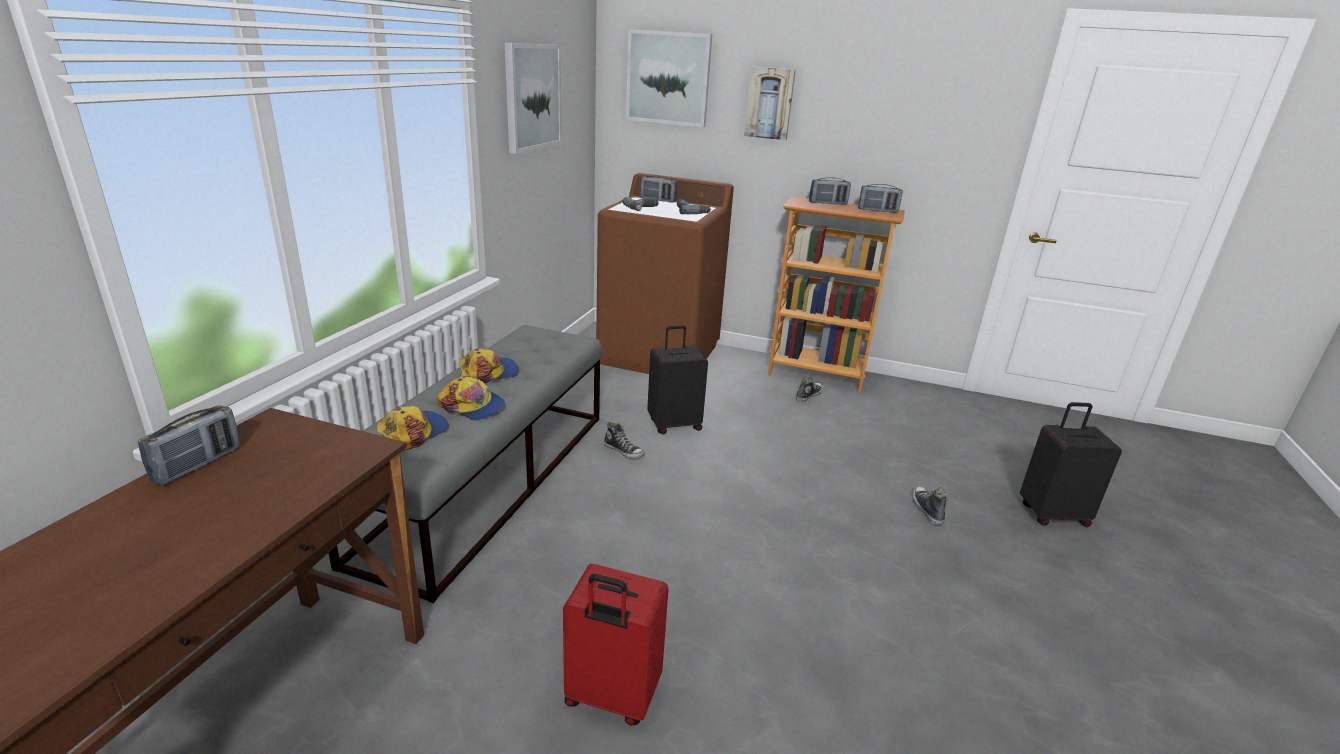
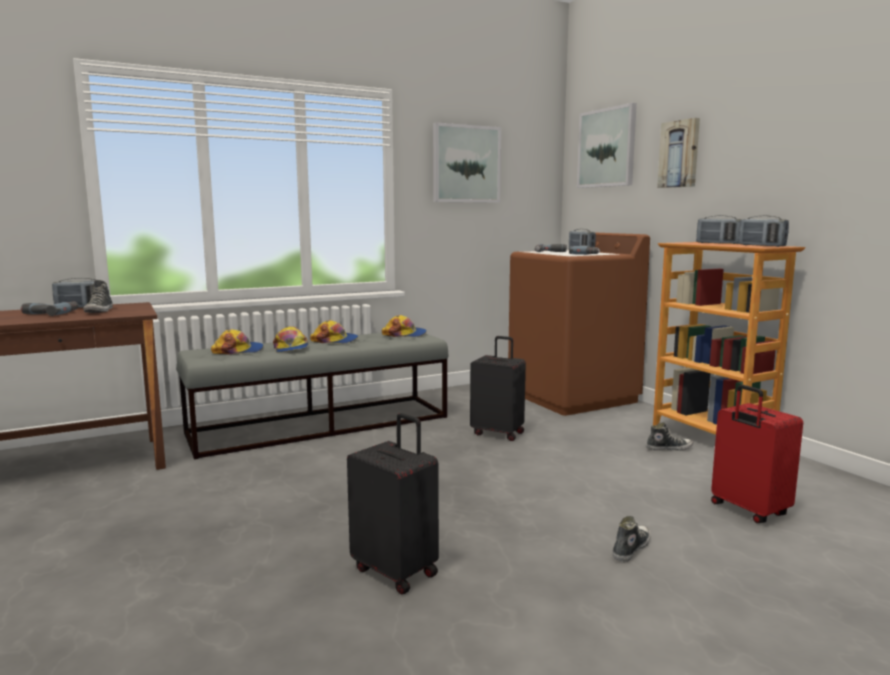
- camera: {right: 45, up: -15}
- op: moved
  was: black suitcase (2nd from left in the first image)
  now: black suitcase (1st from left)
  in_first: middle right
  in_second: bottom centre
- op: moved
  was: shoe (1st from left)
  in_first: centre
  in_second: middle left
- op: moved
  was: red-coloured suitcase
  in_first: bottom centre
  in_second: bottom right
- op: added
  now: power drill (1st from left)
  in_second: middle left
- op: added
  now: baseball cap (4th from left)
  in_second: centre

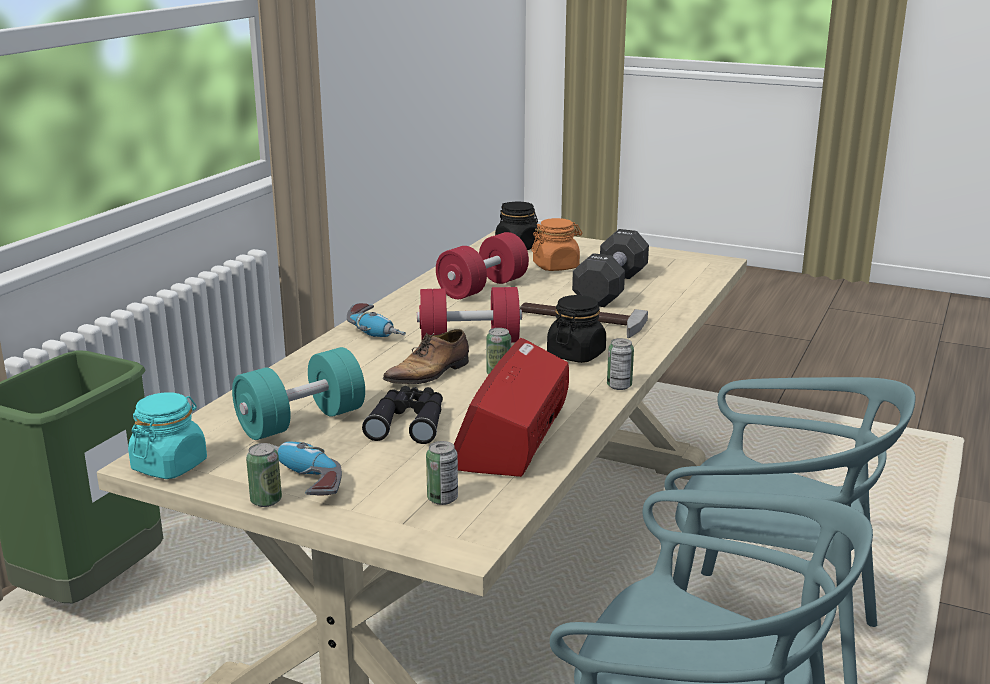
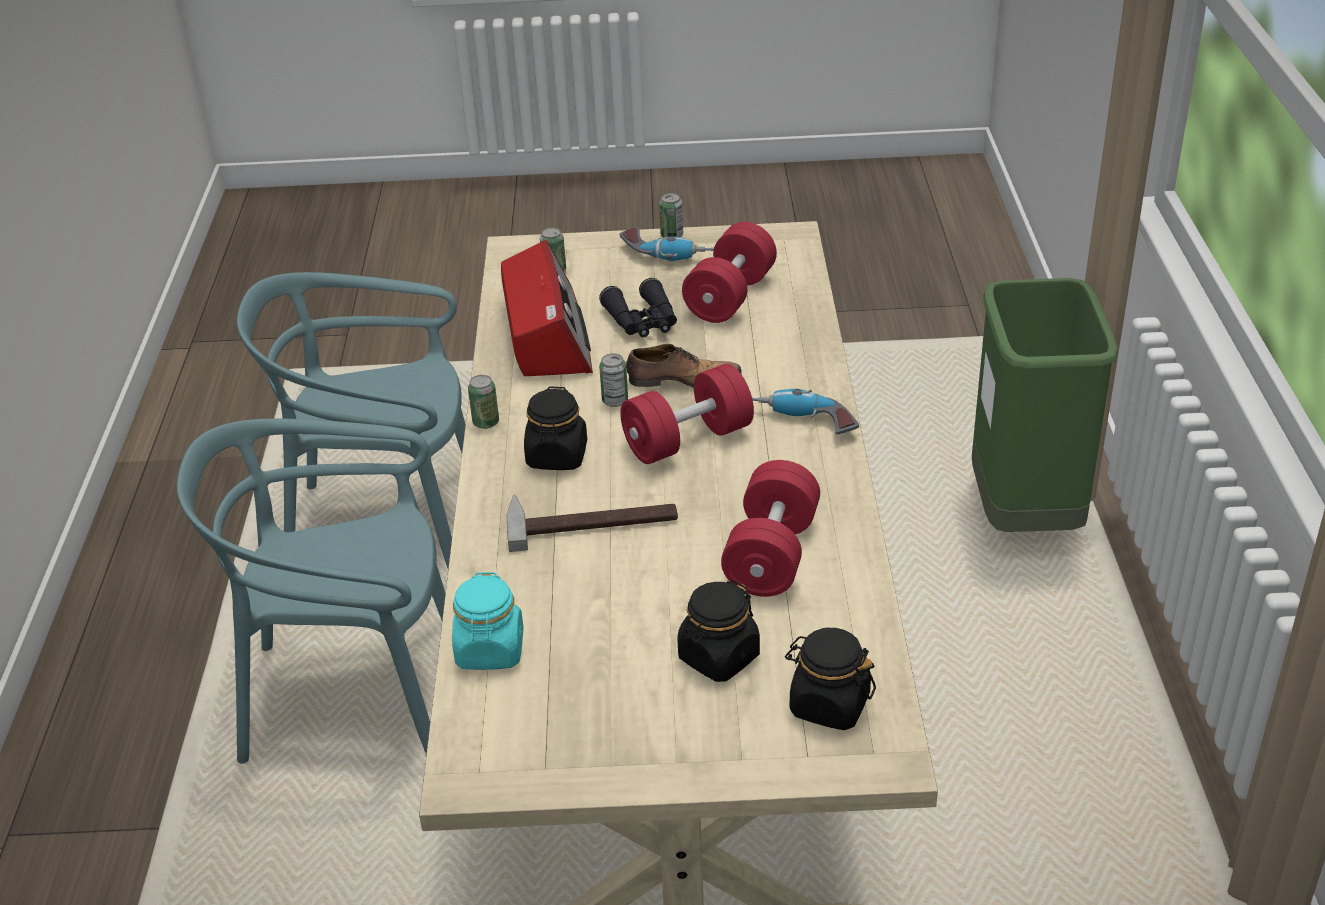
- camera: {right: 155, up: 15}
- op: recoloured
  was: orange-coloured storage jar
  now: black storage jar (2nd from left)
  in_first: centre
  in_second: bottom centre
- op: removed
  was: black free weight
  in_first: centre
- op: turned
  was: shoe
  in_first: centre
  in_second: centre
  clockwise: 75
- op: recoloured
  was: blue-green free weight
  now: red-coloured free weight (2nd from left)
  in_first: middle left
  in_second: top centre
- op: moved
  was: blue-green storage jar
  in_first: middle left
  in_second: bottom centre

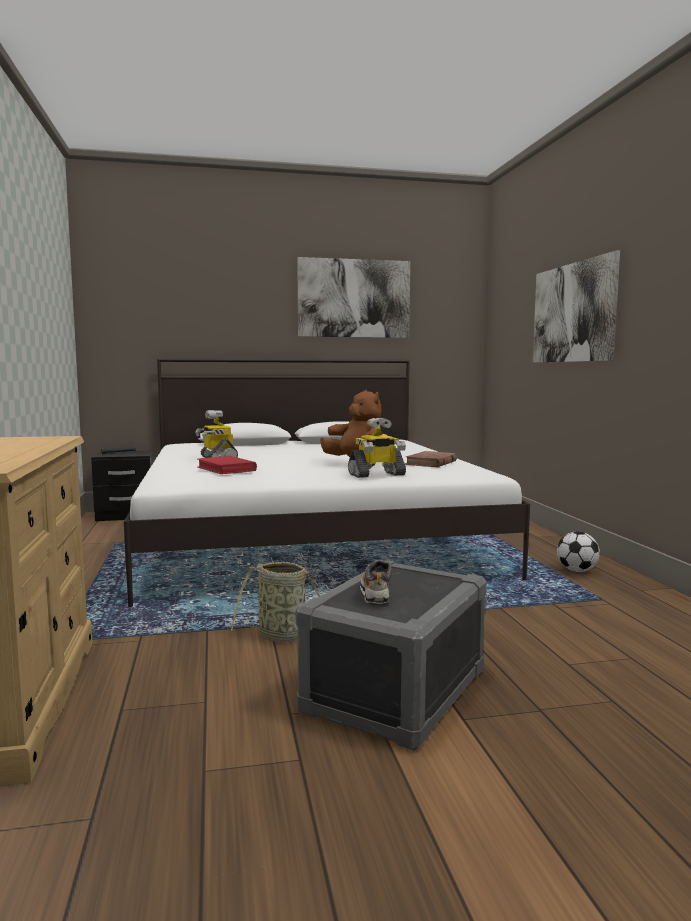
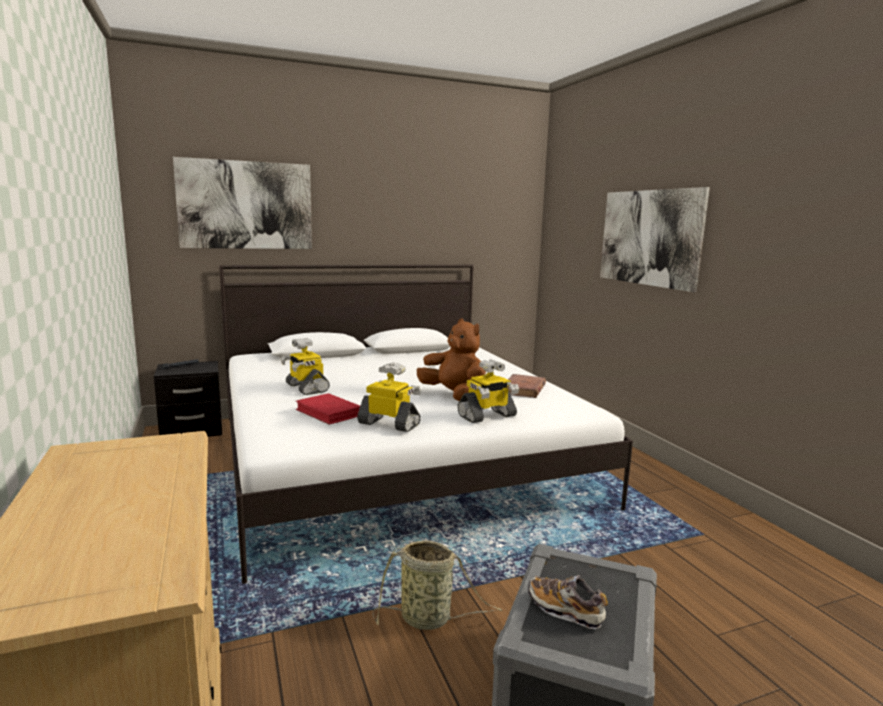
- camera: {right: -10, up: 5}
- op: moved
  was: wall art (1st from left)
  in_first: top centre
  in_second: top left
- op: removed
  was: football
  in_first: middle right
- op: turned
  was: shoe
  in_first: centre
  in_second: bottom centre
  clockwise: -45
- op: added
  now: model robot (2nd from left)
  in_second: centre

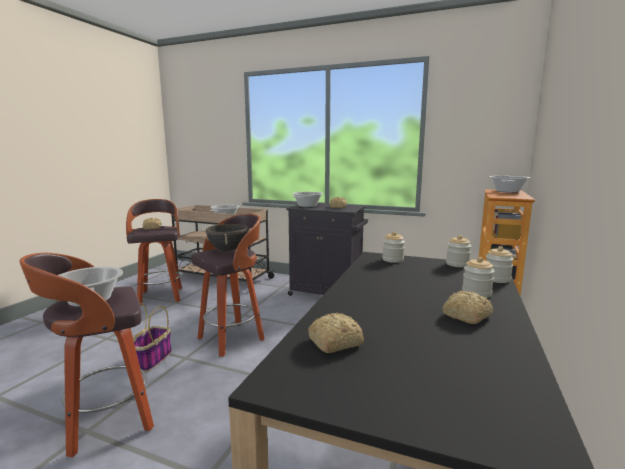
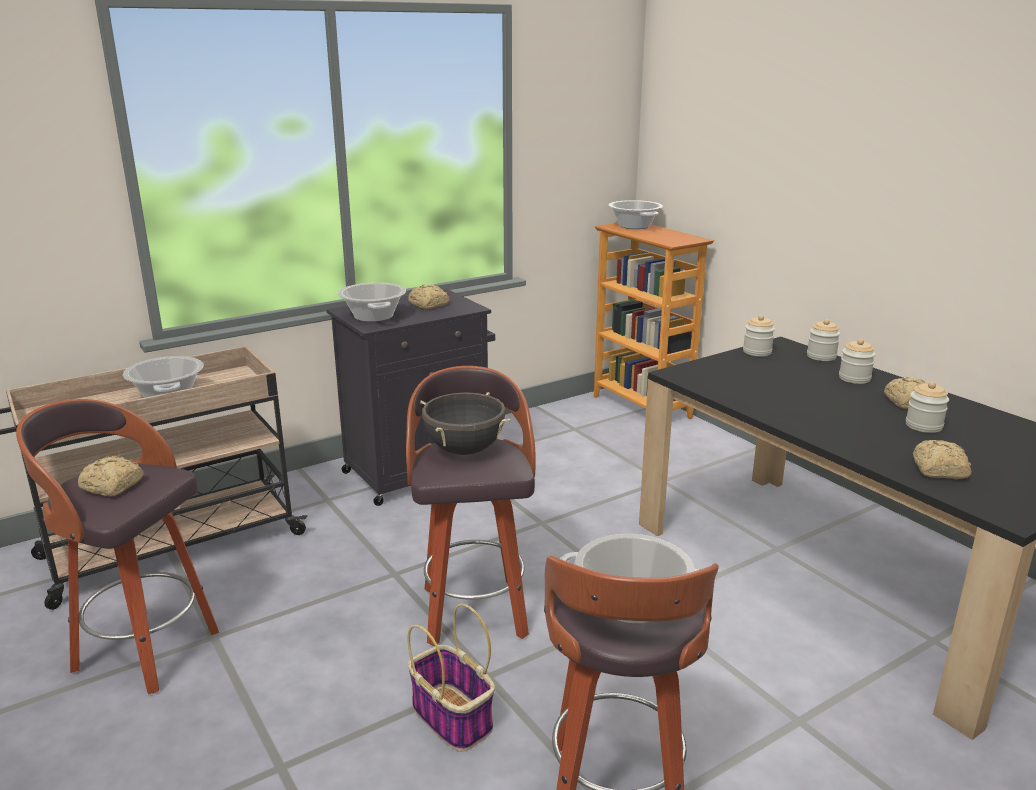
- camera: {right: -55, up: 10}
- op: moved
  was: storage jar (1st from left in the first image)
  now: storage jar (4th from left)
  in_first: centre
  in_second: middle right

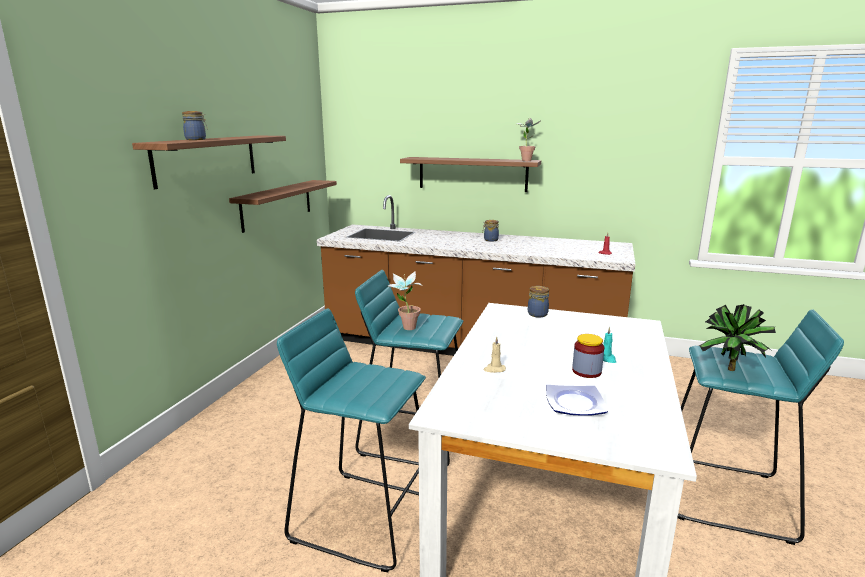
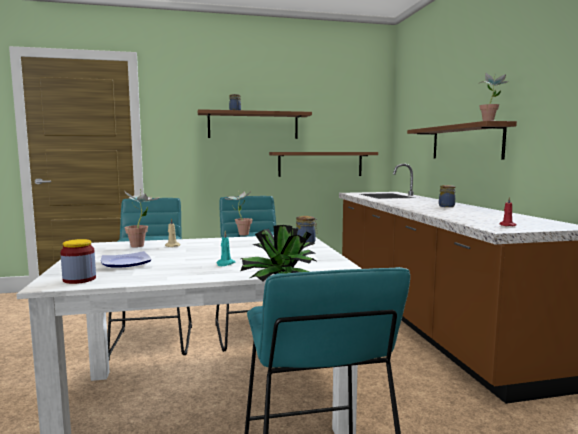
- camera: {right: 60, up: -10}
- op: moved
  was: storage jar (4th from left in the first image)
  now: storage jar (1st from left)
  in_first: middle right
  in_second: middle left
- op: added
  now: potted plant (1st from left)
  in_second: middle left

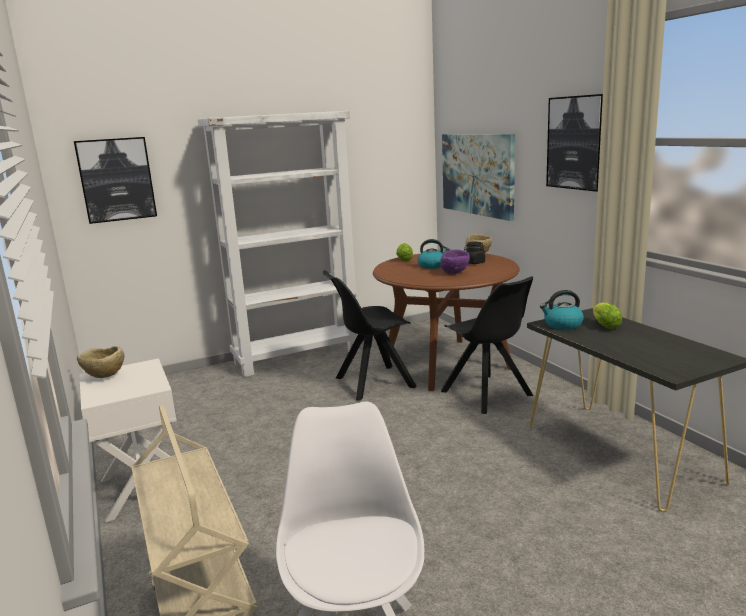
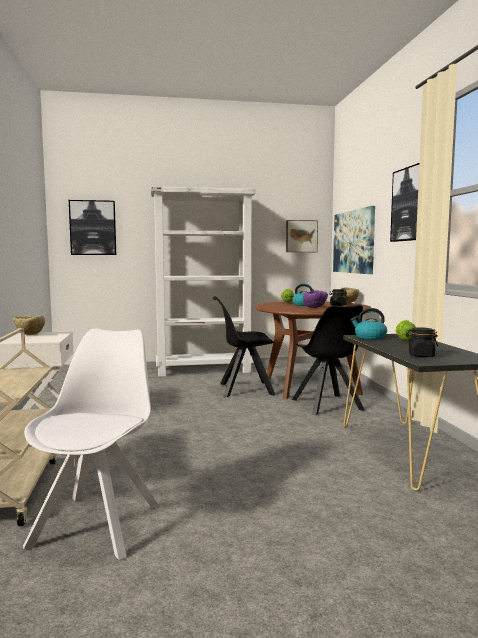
- camera: {right: 15, up: -10}
- op: added
  now: wall art (2nd from left)
  in_second: centre
- op: added
  now: black storage jar (2nd from left)
  in_second: middle right

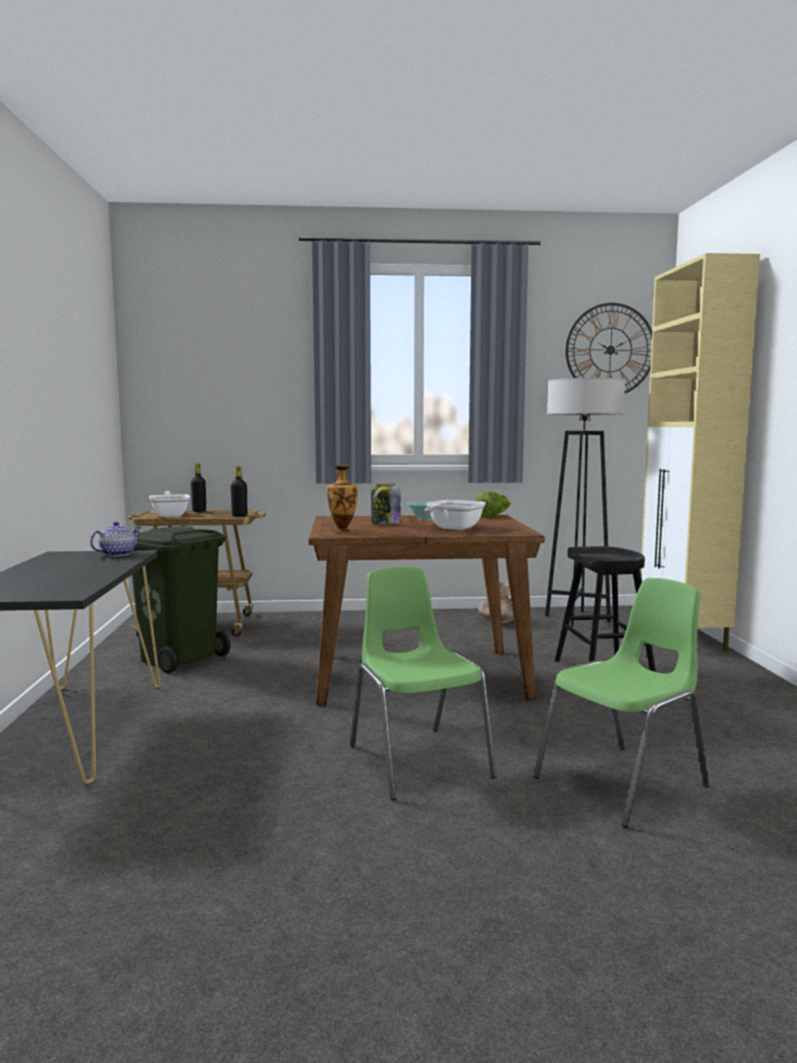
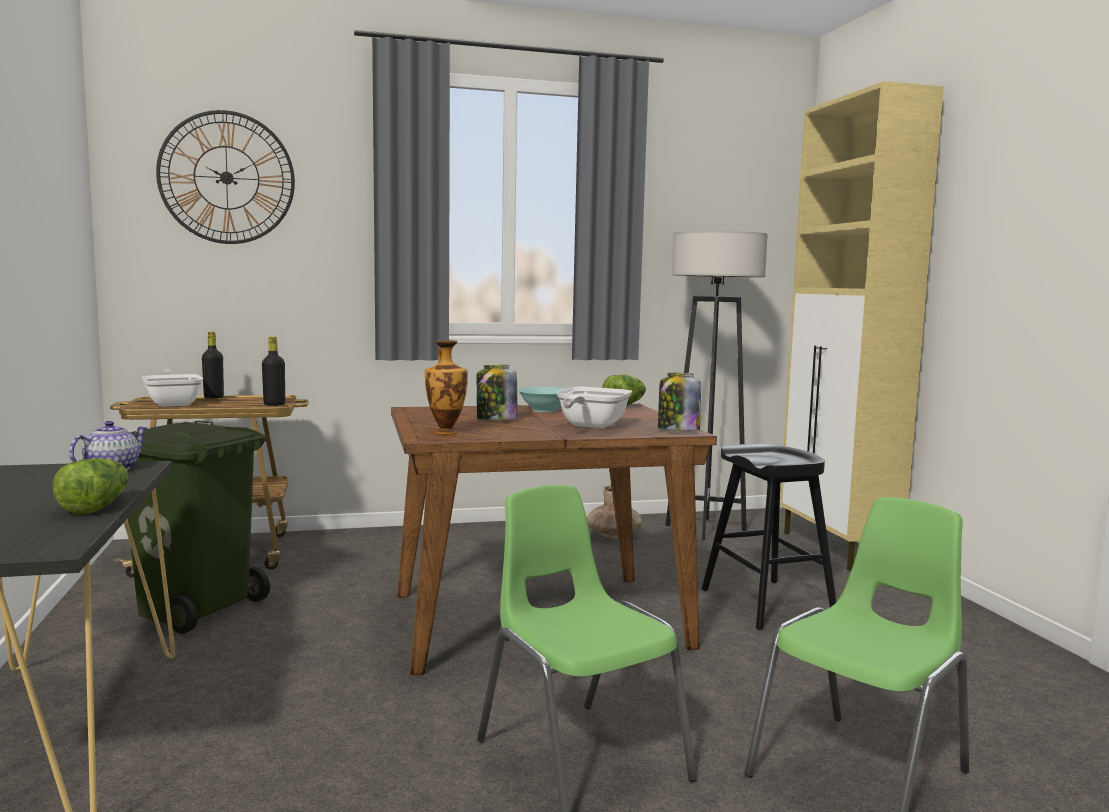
- camera: {right: -10, up: 0}
- op: moved
  was: clock on the wall
  in_first: top right
  in_second: top left
- op: added
  now: storage jar (2nd from left)
  in_second: centre
- op: added
  now: head of lettuce (1st from left)
  in_second: middle left

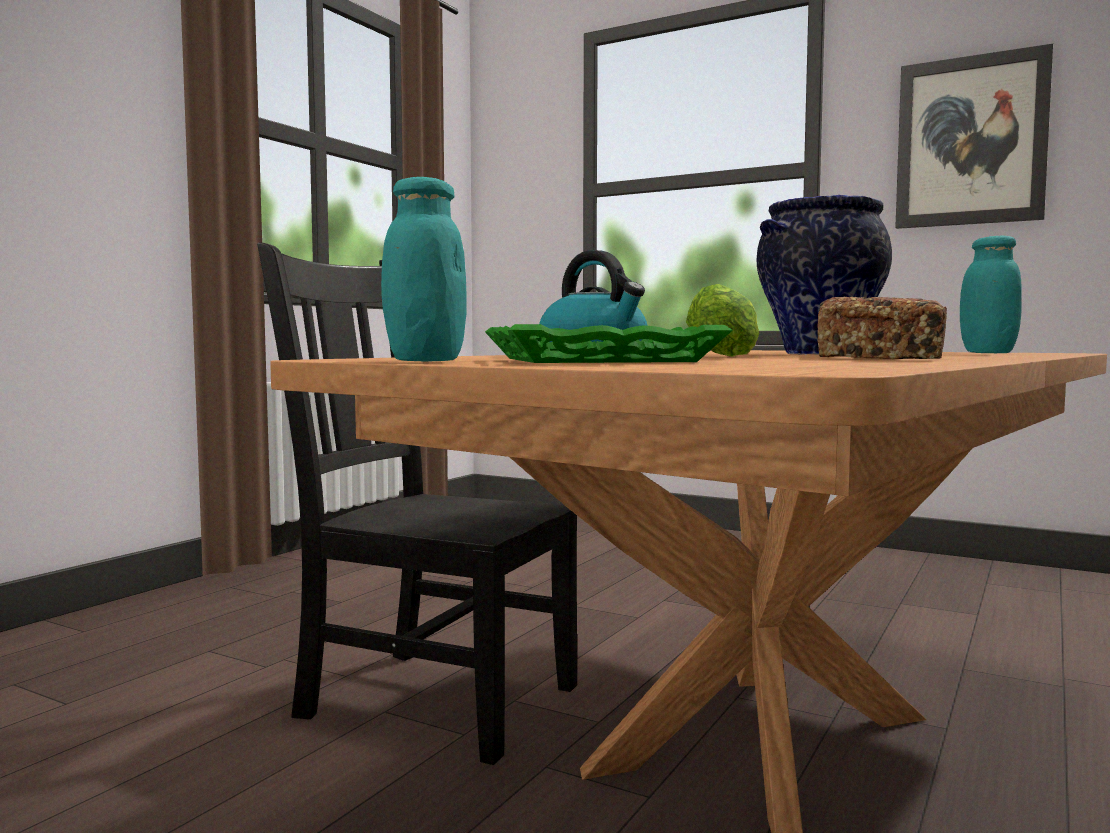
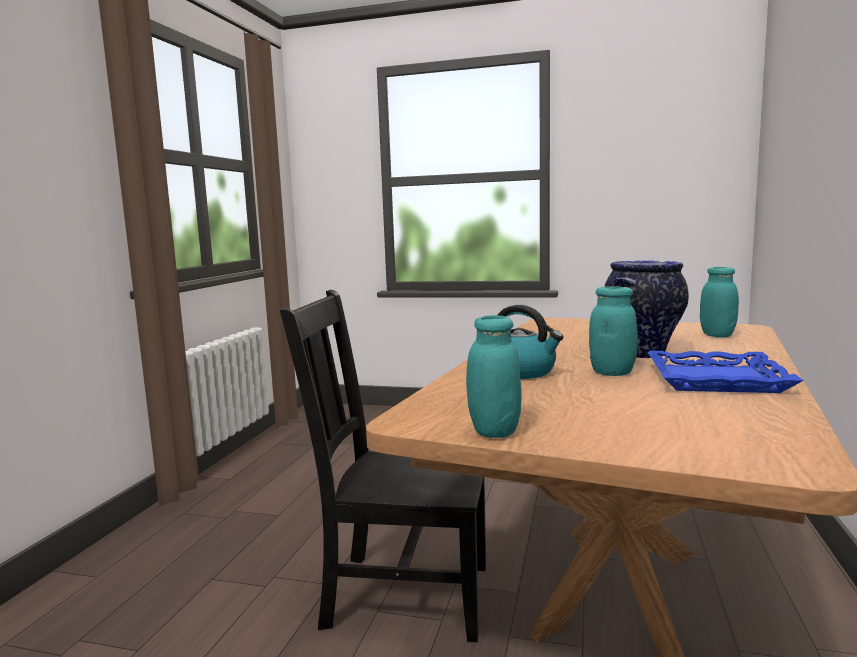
- camera: {right: -15, up: 5}
- op: removed
  was: wall art
  in_first: top right
- op: replaced
  was: head of lettuce
  now: blue-green storage jar (2nd from left)
  in_first: centre
  in_second: middle right
- op: replaced
  was: baked bread
  now: bluish serving tray
  in_first: middle right
  in_second: middle right
- op: removed
  was: greenish serving tray
  in_first: centre

